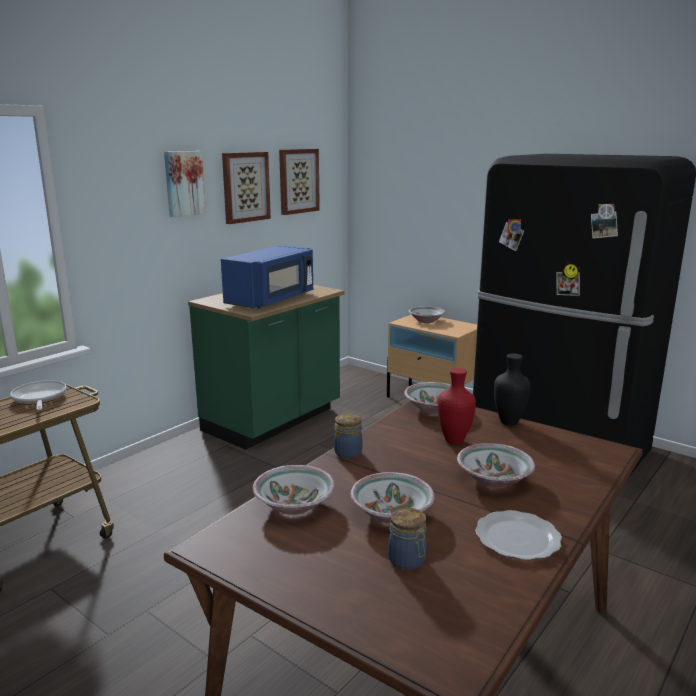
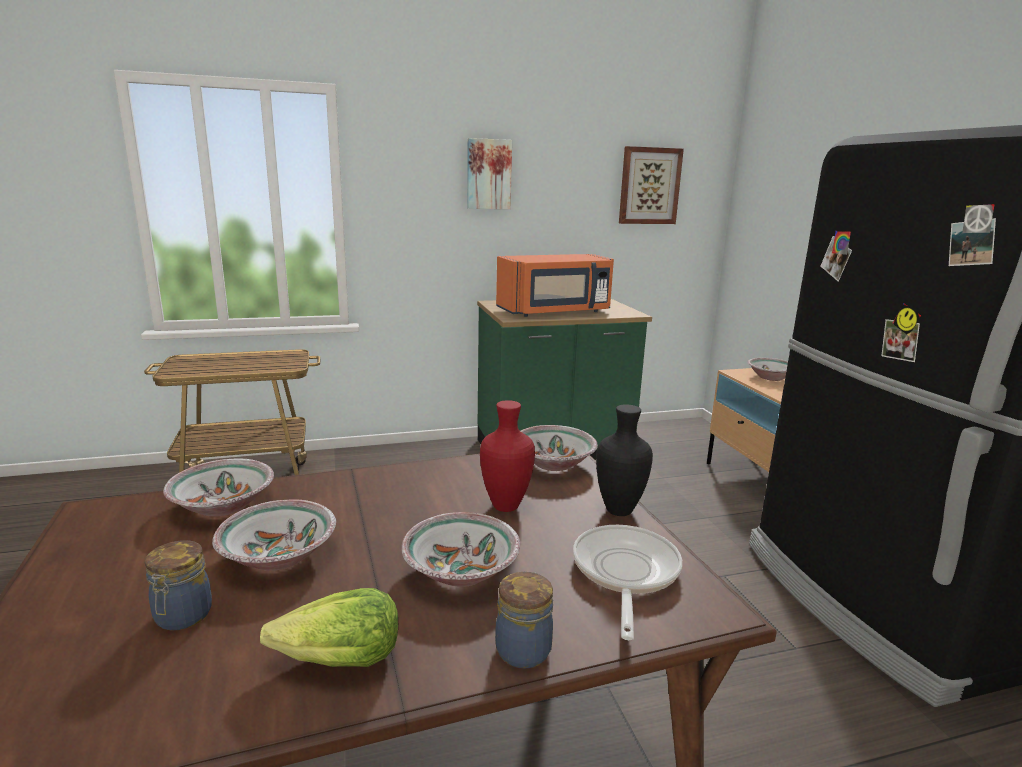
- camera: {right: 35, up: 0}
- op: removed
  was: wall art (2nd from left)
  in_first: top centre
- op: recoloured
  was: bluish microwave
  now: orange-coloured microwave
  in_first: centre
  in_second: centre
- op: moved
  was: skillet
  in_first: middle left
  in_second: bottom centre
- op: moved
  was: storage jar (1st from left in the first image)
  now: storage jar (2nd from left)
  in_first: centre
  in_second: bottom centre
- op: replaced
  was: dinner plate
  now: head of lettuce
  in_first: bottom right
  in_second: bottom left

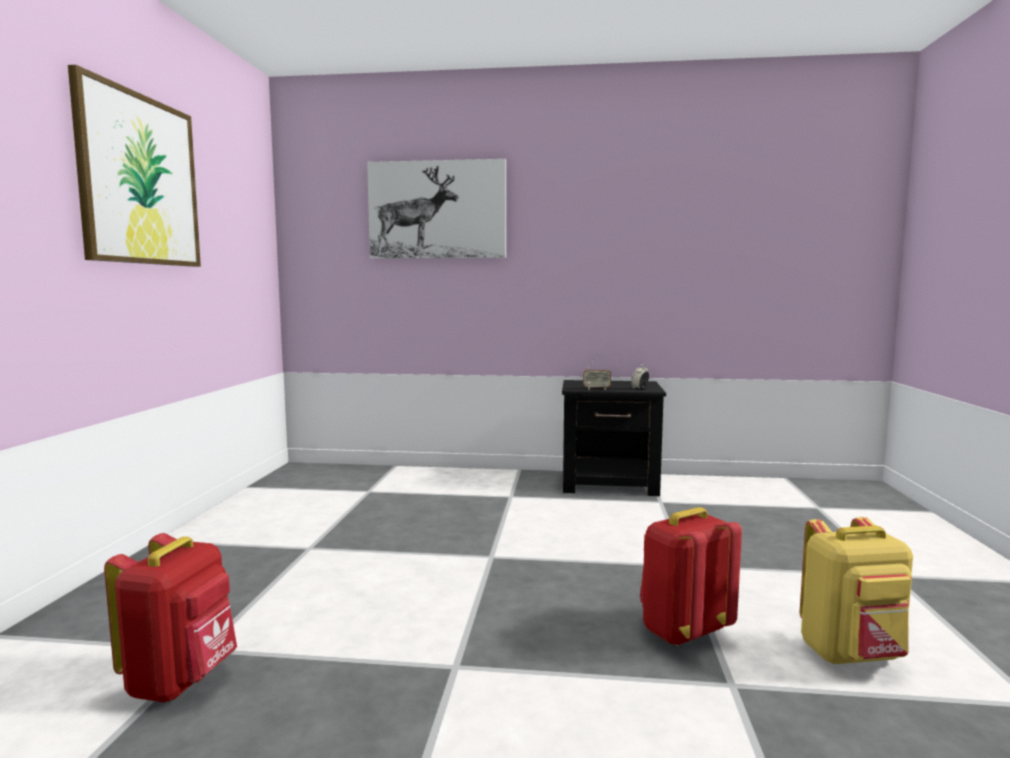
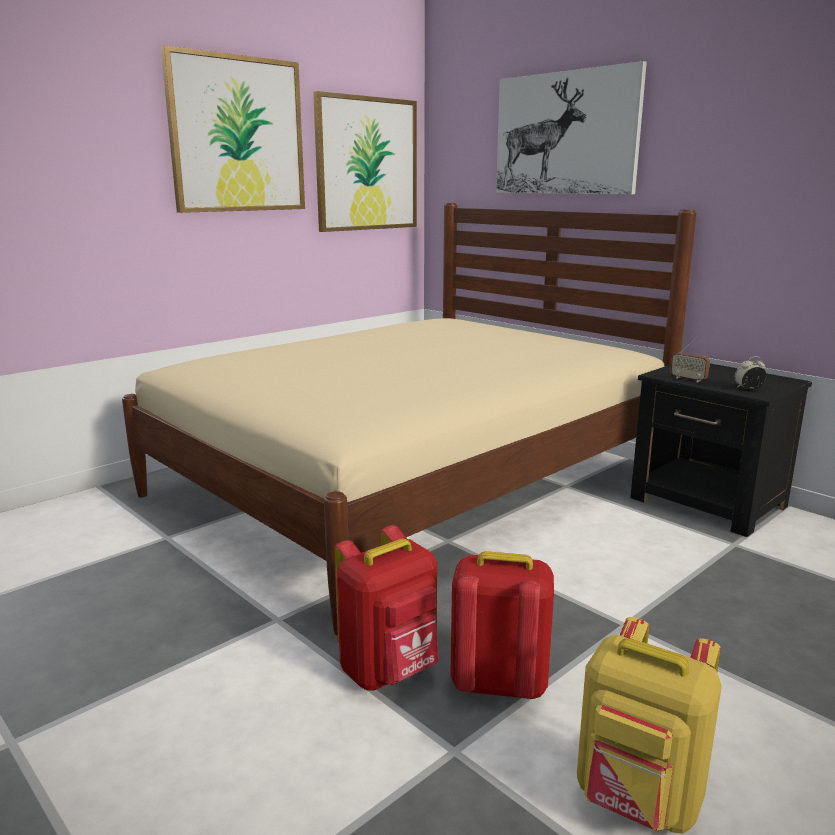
- camera: {right: 40, up: 10}
- op: moved
  was: red-coloured backpack (1st from left)
  in_first: bottom left
  in_second: bottom centre
- op: added
  now: wall art (2nd from left)
  in_second: top centre
- op: added
  now: beige-coloured sleeping bed
  in_second: centre

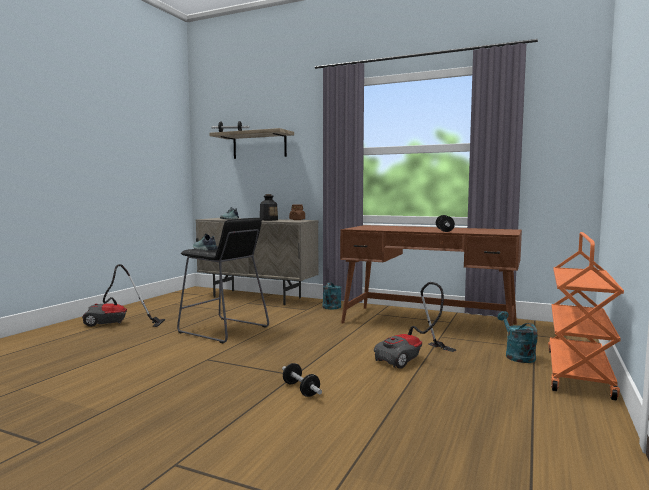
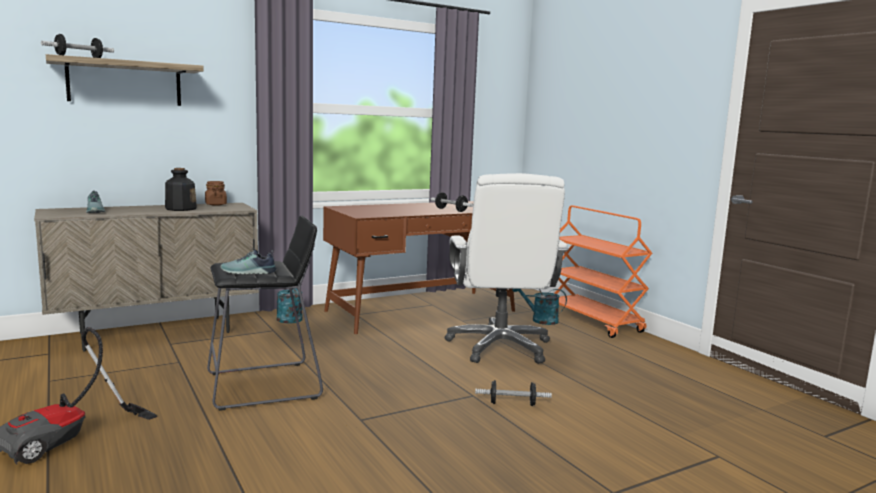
- camera: {right: -55, up: 5}
- op: replaced
  was: hoover (2nd from left)
  now: white computer chair
  in_first: centre
  in_second: centre

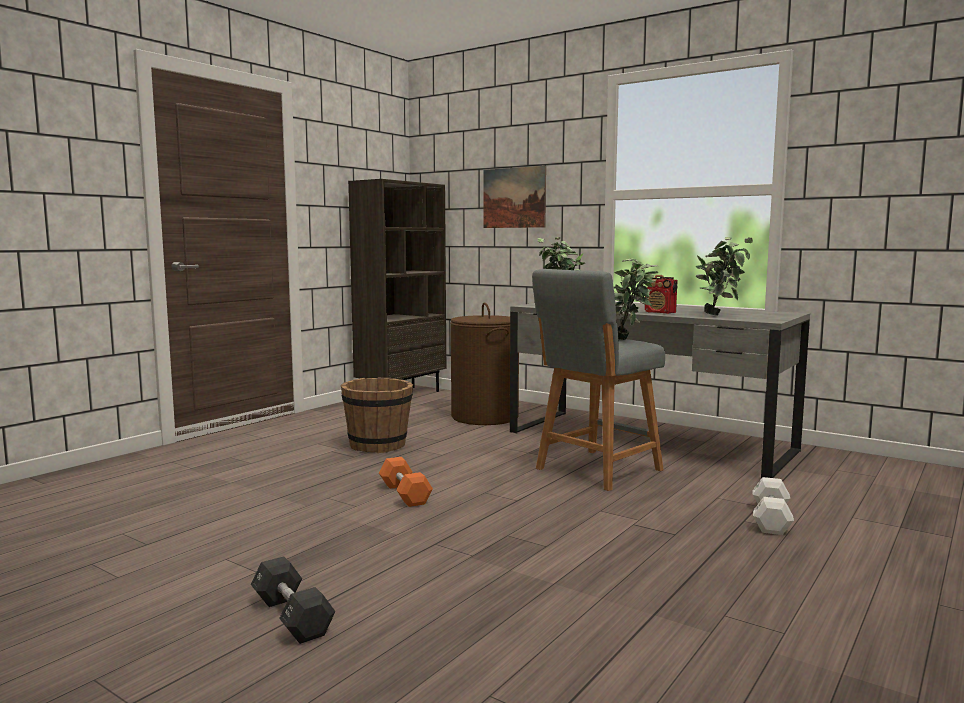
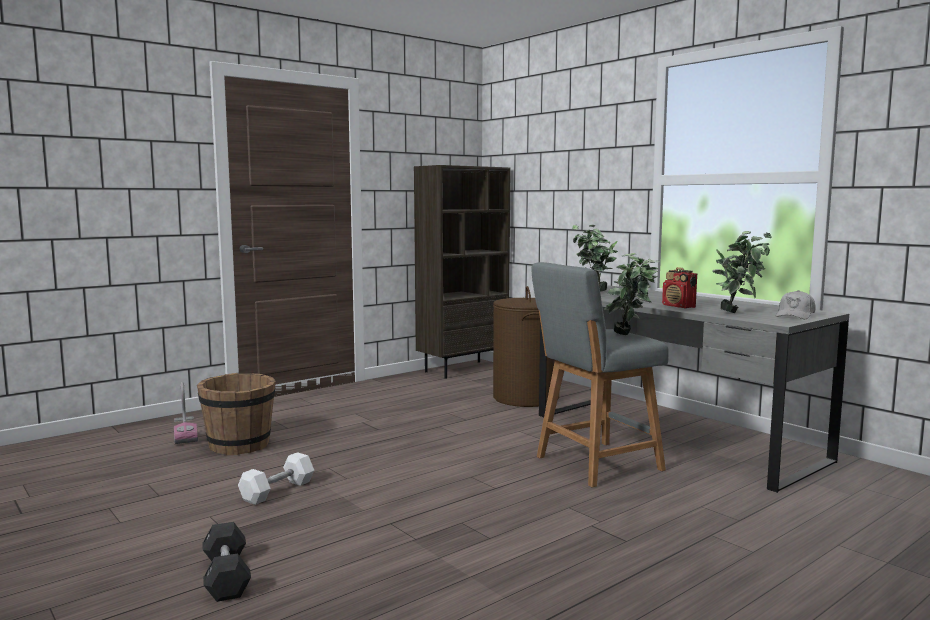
- camera: {right: 15, up: 0}
- op: removed
  was: wall art
  in_first: top centre
- op: moved
  was: brown water bucket
  in_first: centre
  in_second: bottom left
- op: removed
  was: orange-coloured free weight
  in_first: bottom centre
- op: moved
  was: white free weight
  in_first: bottom right
  in_second: bottom left
- op: added
  now: white baseball cap
  in_second: middle right
- op: added
  now: hoover
  in_second: middle left

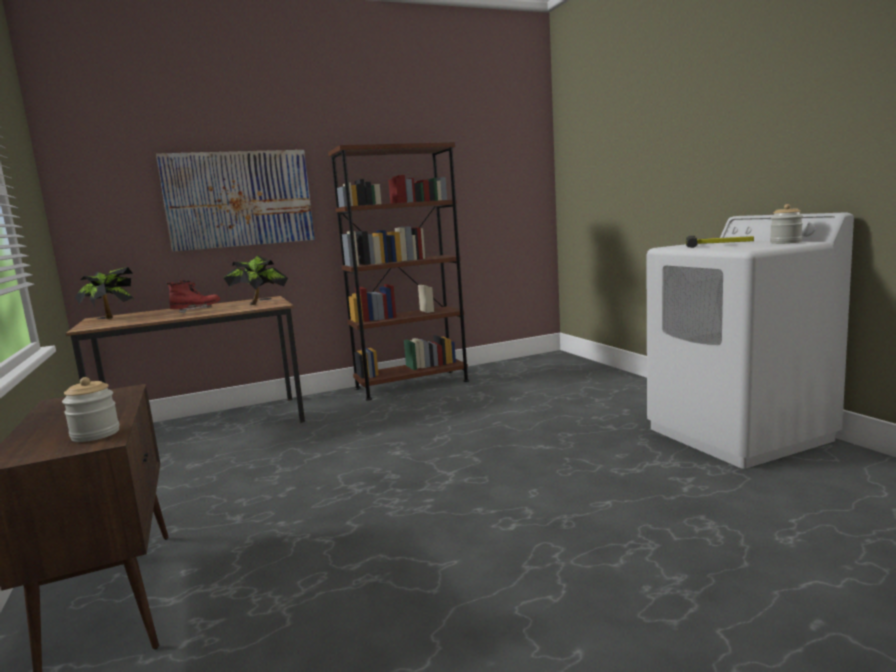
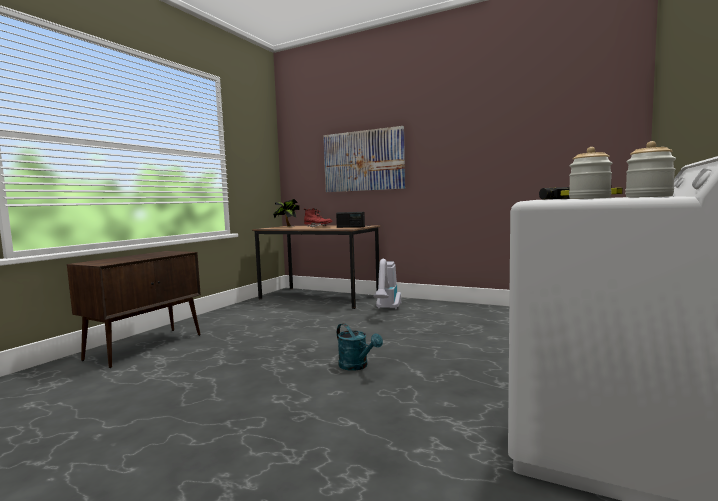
- camera: {right: 50, up: -5}
- op: removed
  was: brown shelving unit
  in_first: centre
- op: replaced
  was: potted plant (2nd from left)
  now: radio
  in_first: middle left
  in_second: centre
- op: moved
  was: storage jar (1st from left)
  in_first: middle left
  in_second: middle right
- op: added
  now: hoover
  in_second: centre
- op: added
  now: blue-green watering pot
  in_second: bottom centre

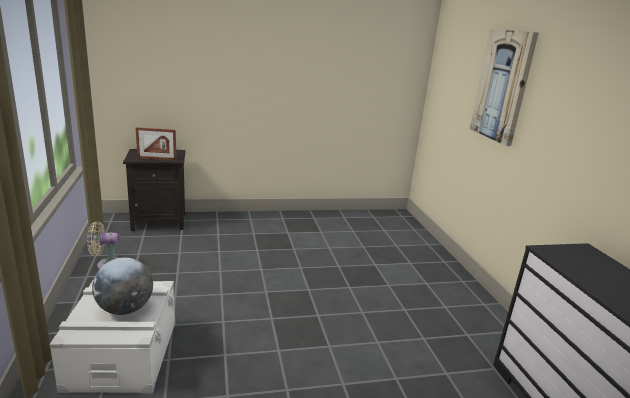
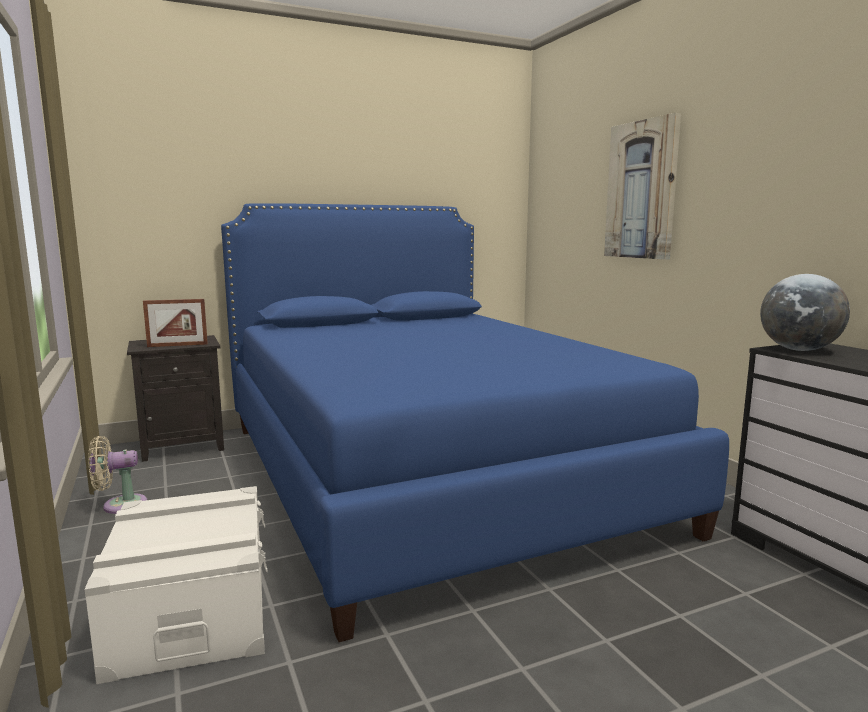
- camera: {right: -10, up: -10}
- op: moved
  was: world globe
  in_first: bottom left
  in_second: middle right
- op: added
  now: bluish sleeping bed
  in_second: centre

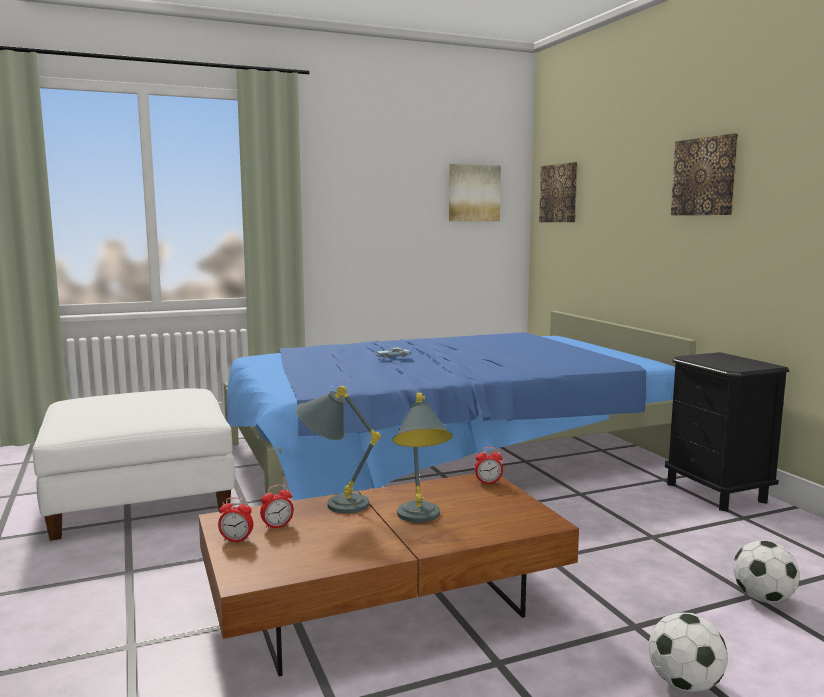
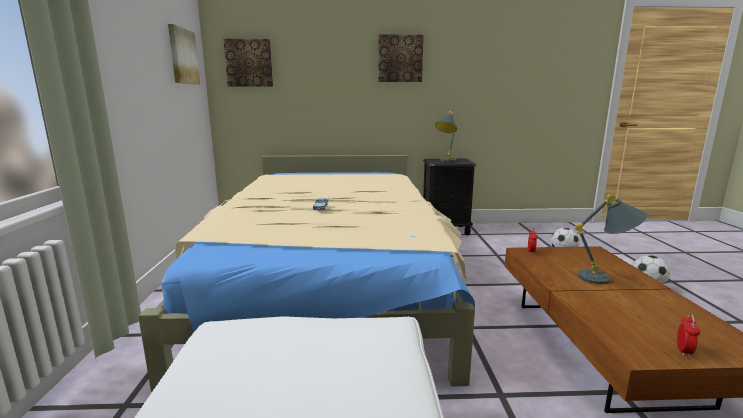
- camera: {right: -70, up: 5}
- op: recoloured
  was: bluish sleeping bed
  now: beige-coloured sleeping bed
  in_first: centre
  in_second: centre
- op: moved
  was: grey table lamp (1st from left)
  in_first: centre
  in_second: top centre
- op: removed
  was: alarm clock (2nd from left)
  in_first: bottom centre

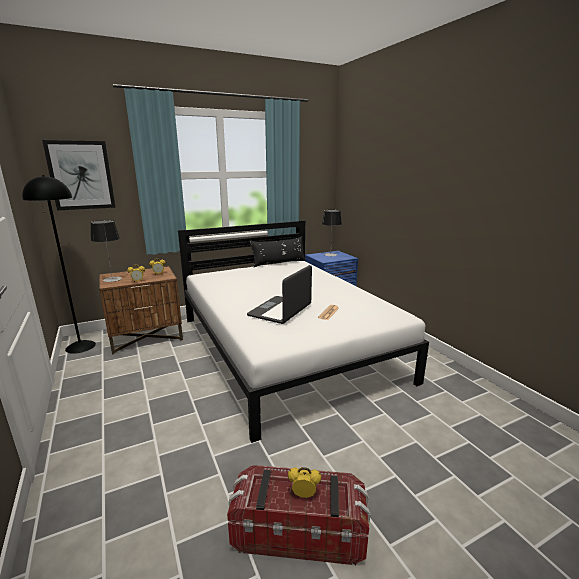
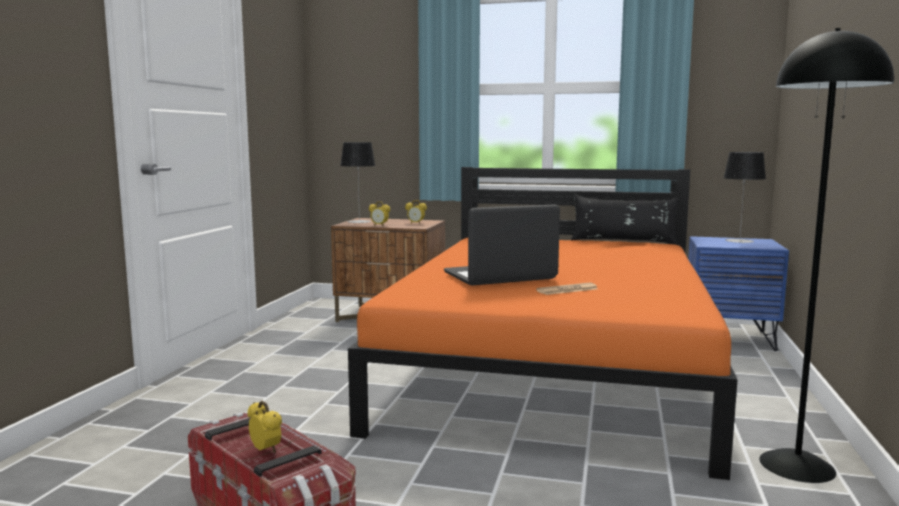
- camera: {right: 40, up: -10}
- op: removed
  was: wall art
  in_first: top left
- op: moved
  was: black standing lamp
  in_first: middle left
  in_second: middle right
- op: recoloured
  was: white sleeping bed
  now: orange-coloured sleeping bed
  in_first: centre
  in_second: centre

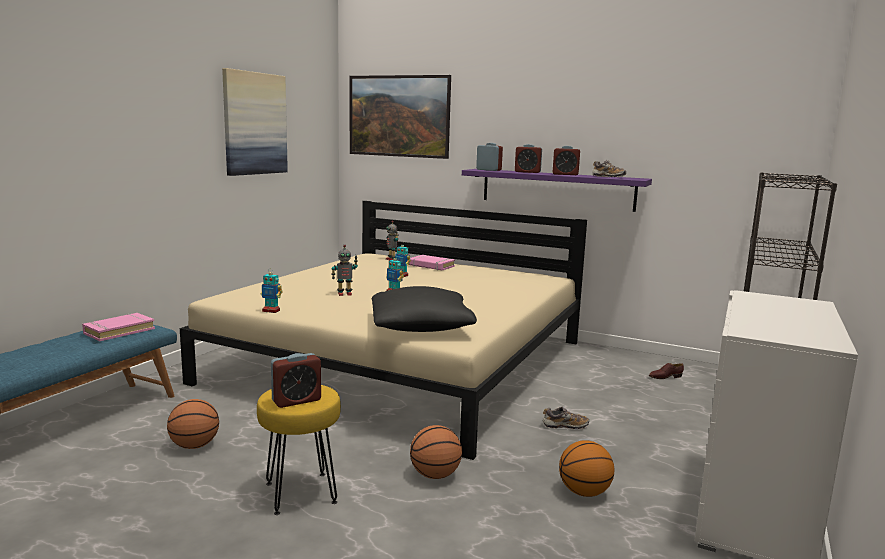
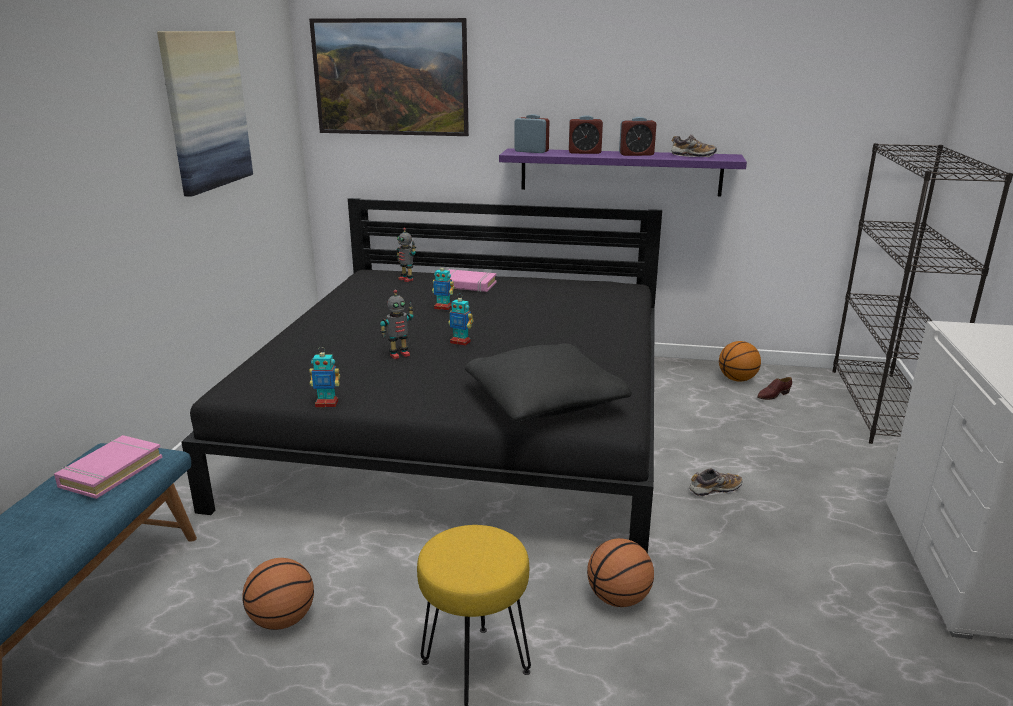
- camera: {right: -15, up: 10}
- op: recoloured
  was: beige-coloured sleeping bed
  now: black sleeping bed
  in_first: centre
  in_second: centre
- op: removed
  was: alarm clock (1st from left)
  in_first: bottom centre
- op: moved
  was: basketball ball (3rd from left)
  in_first: bottom centre
  in_second: middle right

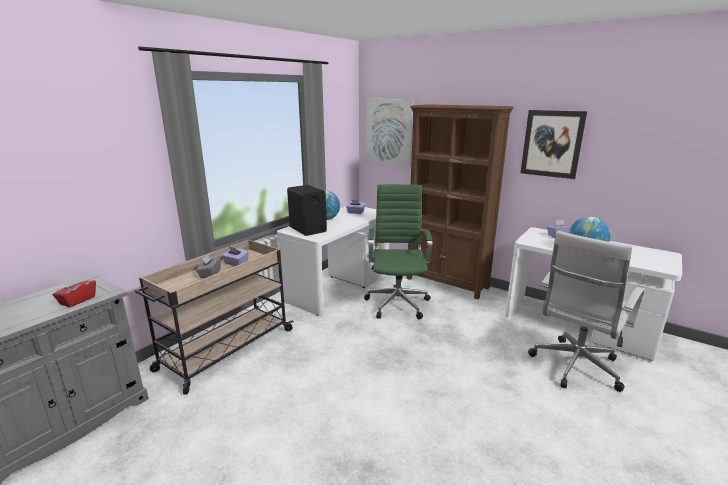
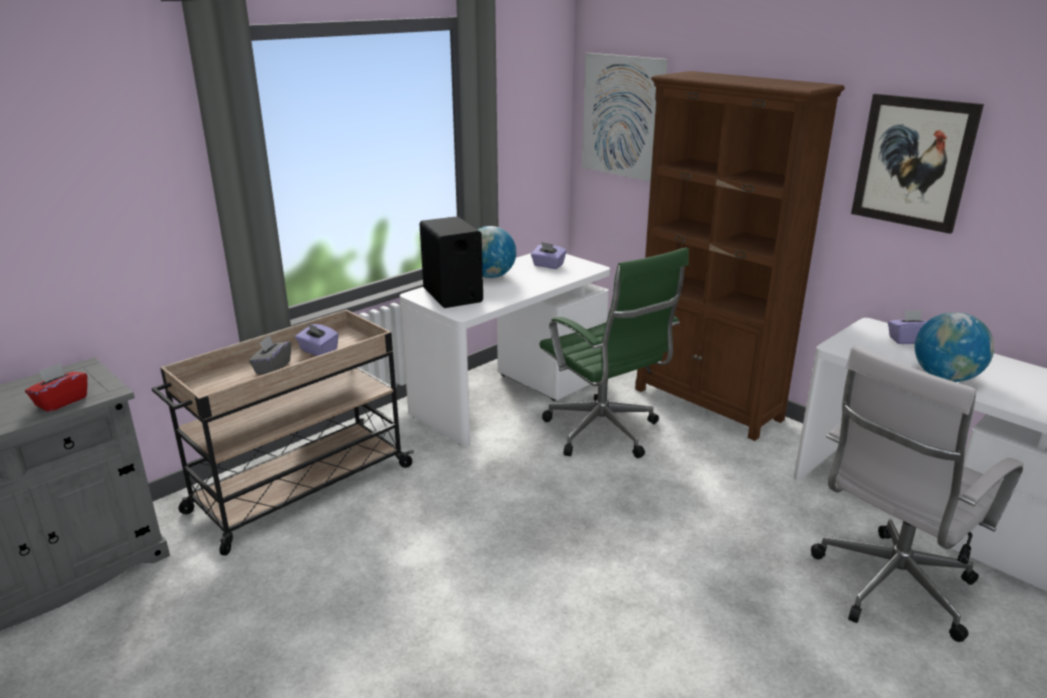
- camera: {right: 10, up: 5}
- op: turned
  was: greenish computer chair
  in_first: centre
  in_second: centre
  clockwise: 135

